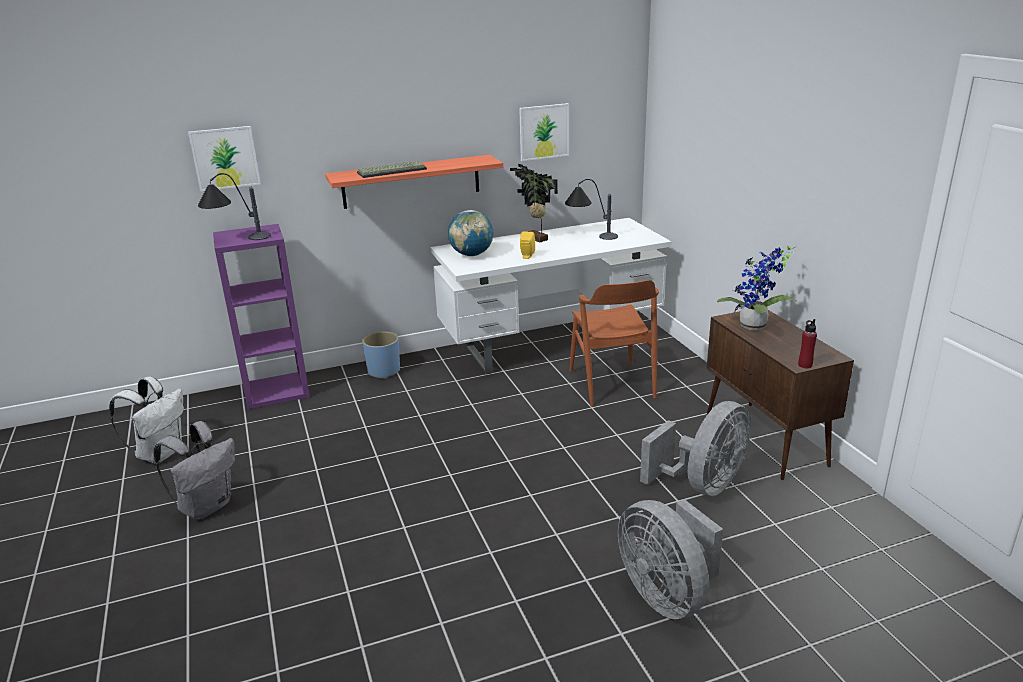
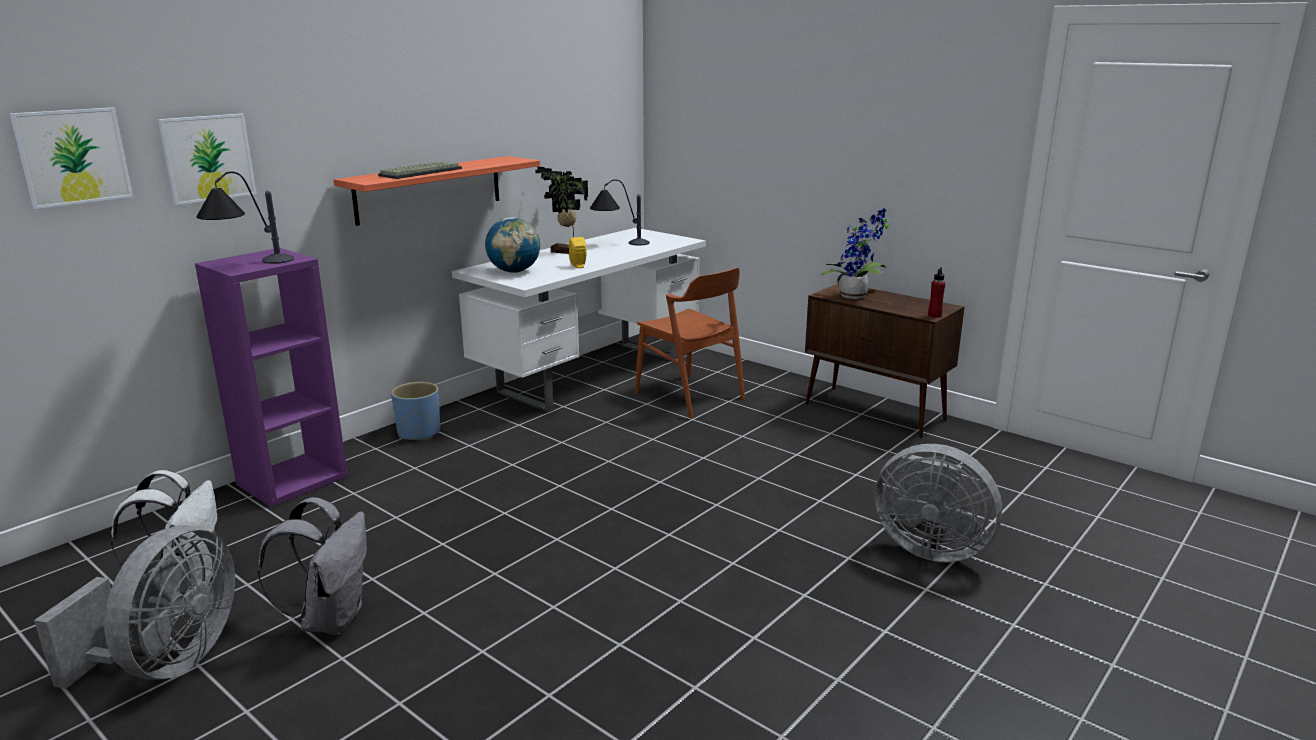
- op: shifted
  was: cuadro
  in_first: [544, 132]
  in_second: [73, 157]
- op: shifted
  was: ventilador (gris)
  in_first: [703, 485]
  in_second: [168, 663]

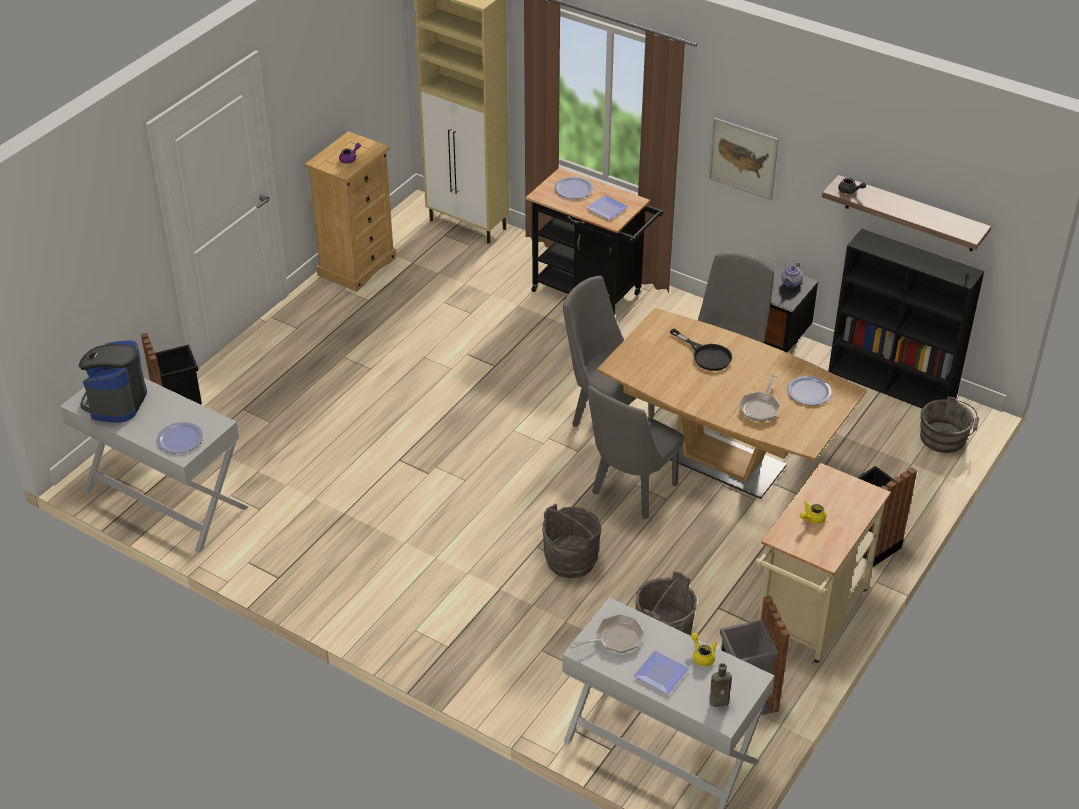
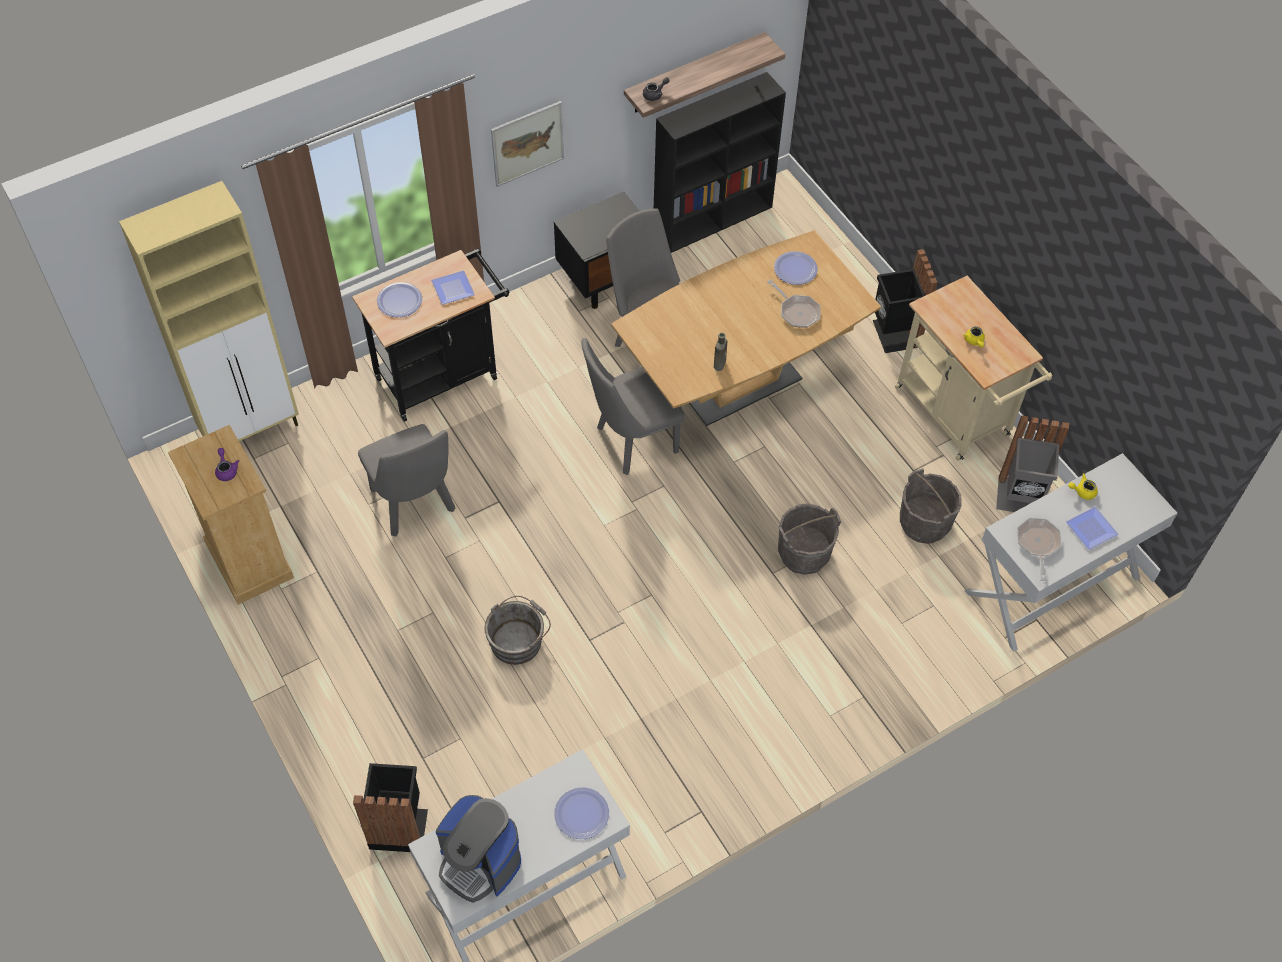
- op: shifted
  was: silla (gris)
  in_first: [631, 493]
  in_second: [415, 506]
- op: shifted
  was: cubo (gris)
  in_first: [945, 438]
  in_second: [518, 640]
- op: shifted
  was: botella (marrón)
  in_first: [720, 701]
  in_second: [720, 363]
- op: gone
  was: sartén (negro)
  in_first: [706, 355]
- op: gone
  was: tetera
  in_first: [791, 283]

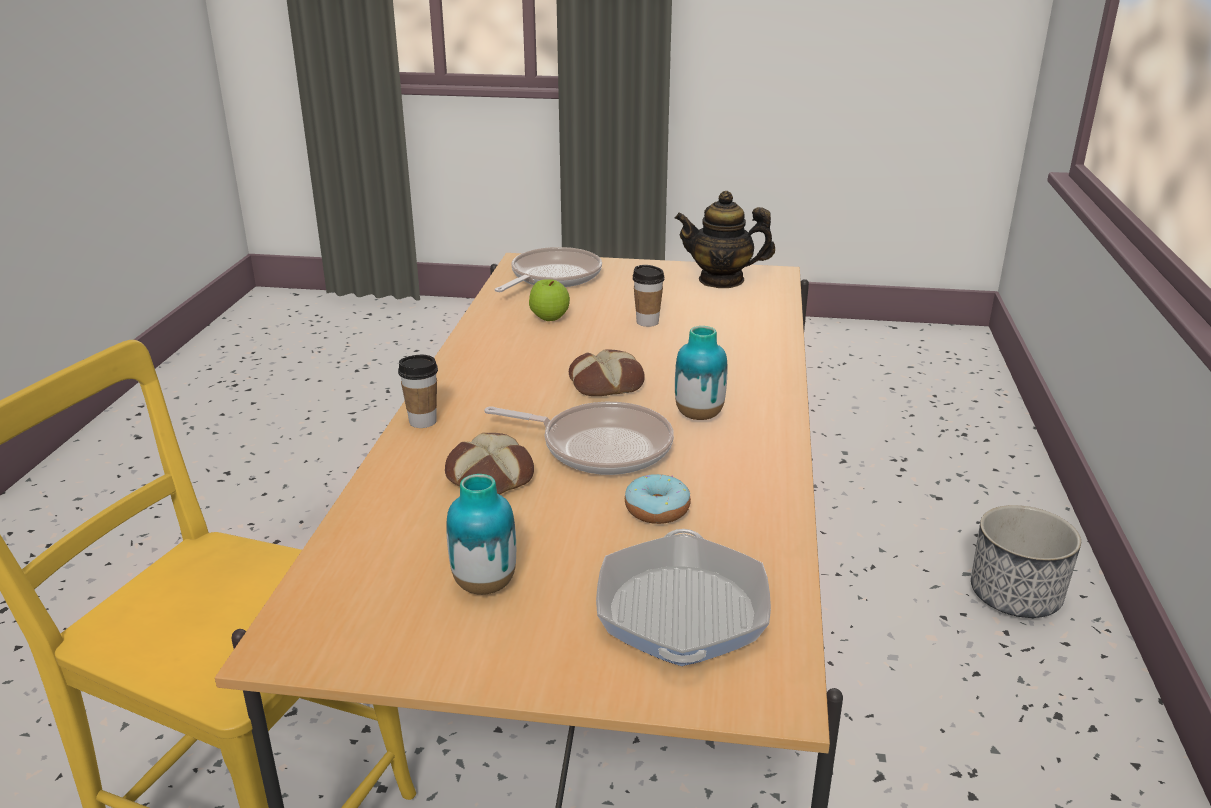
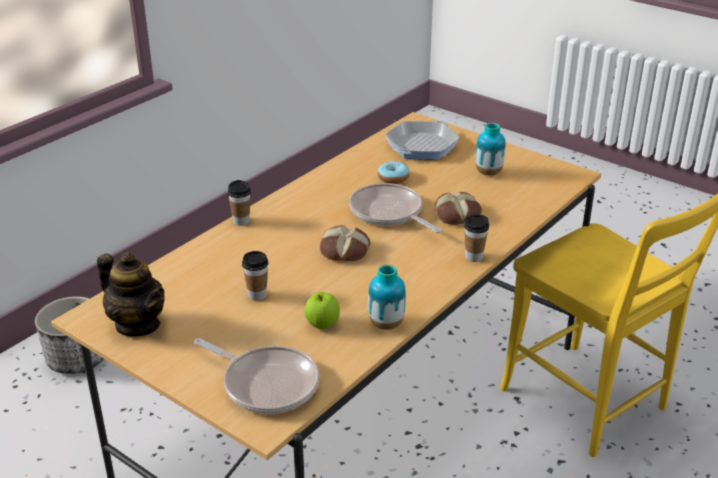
- op: rotated
  was: sartén
  in_first: [552, 277]
  in_second: [266, 383]
  clockwise: -120
- op: new
  now: taza
  in_second: [241, 221]
- op: shifted
  was: florero
  in_first: [699, 415]
  in_second: [386, 324]

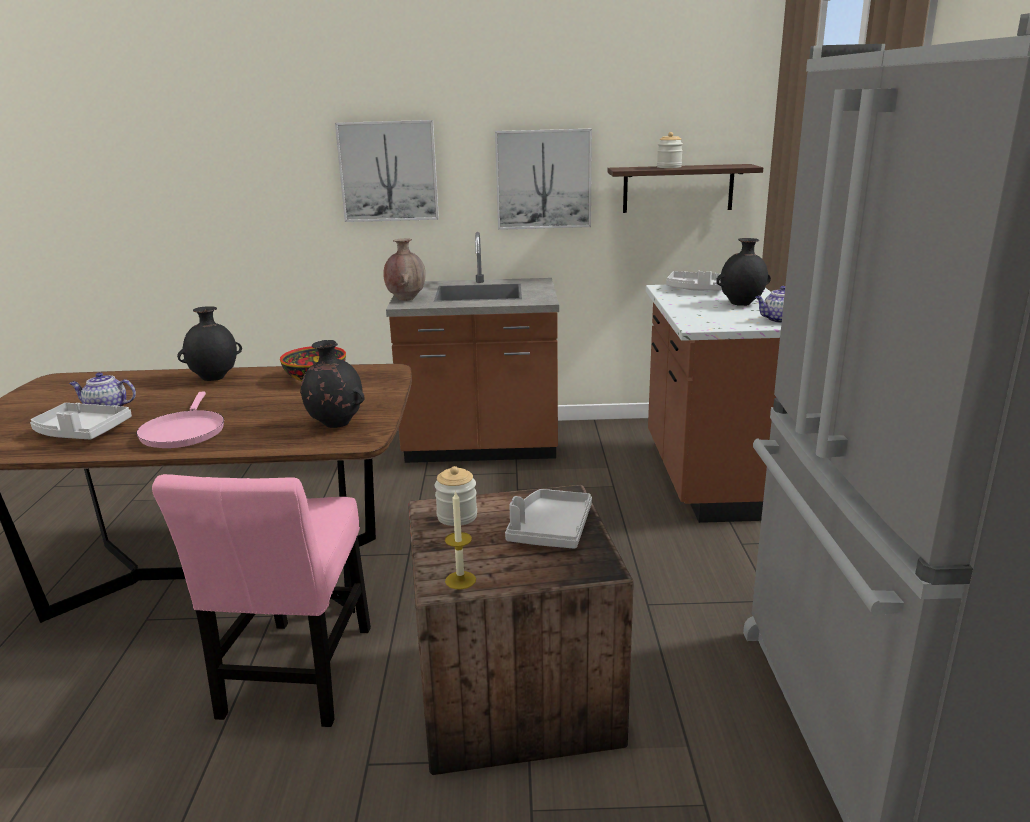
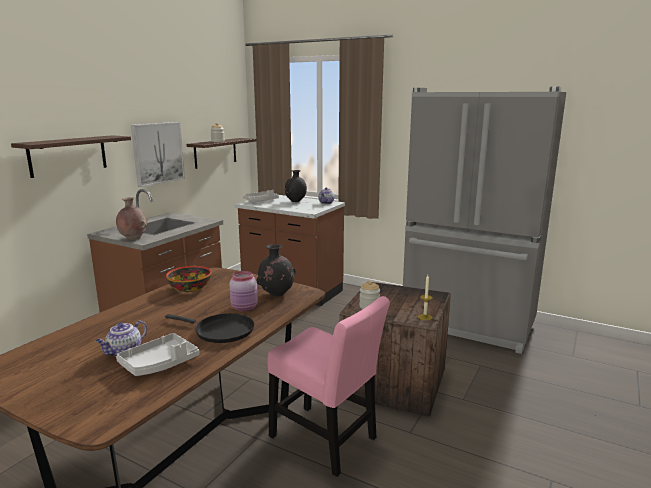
- op: swapped
  was: cuadro
  now: estante
  in_first: [388, 171]
  in_second: [68, 155]
- op: repainted
  was: sartén (rosa)
  now: sartén (negro)
  in_first: [183, 432]
  in_second: [221, 331]
- op: new
  now: tarro (rosa)
  in_second: [245, 308]
- op: gone
  was: florero (negro)
  in_first: [215, 378]
- op: gone
  was: bandeja (gris)
  in_first: [550, 530]

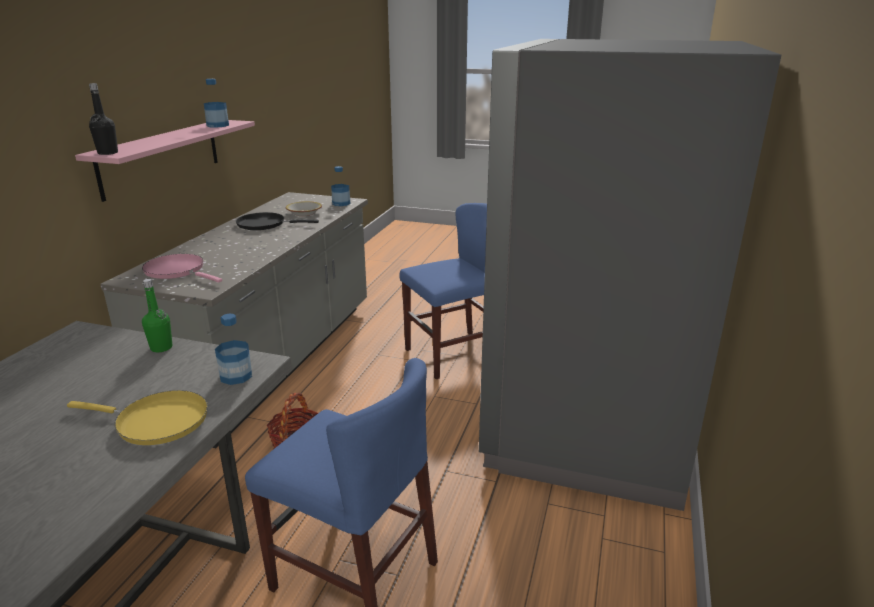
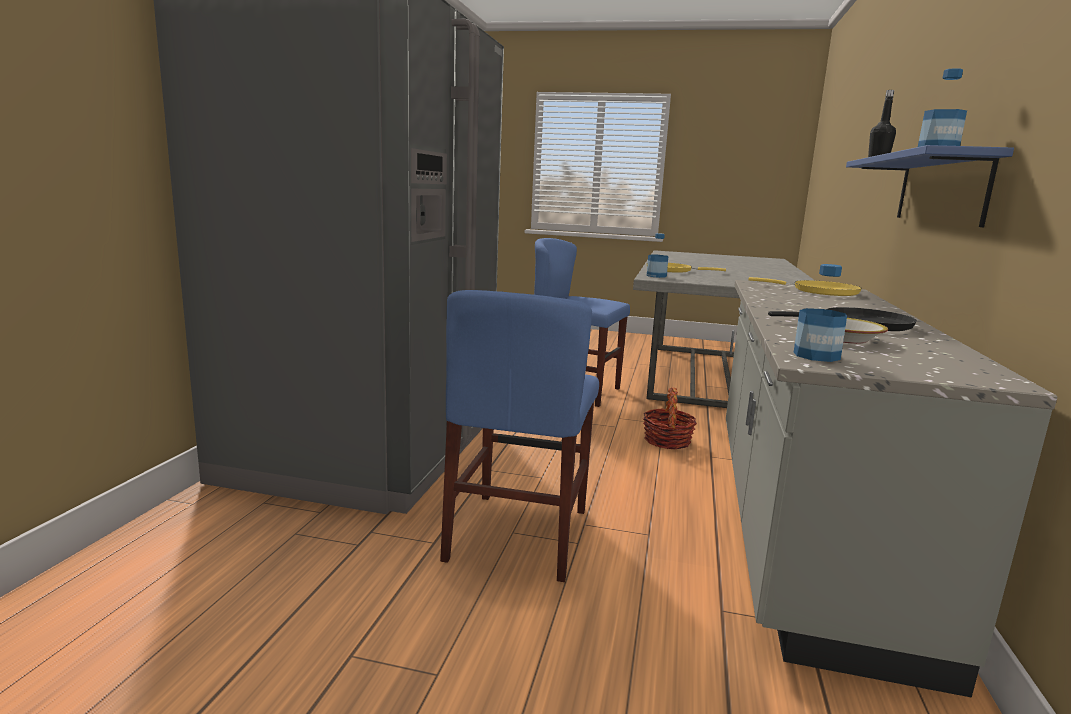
- op: rotated
  was: silla (azul)
  in_first: [454, 354]
  in_second: [519, 534]
  clockwise: -45
- op: repainted
  was: sartén (rosa)
  now: sartén (amarillo)
  in_first: [177, 271]
  in_second: [820, 291]
- op: repainted
  was: estante (rosa)
  now: estante (azul)
  in_first: [161, 157]
  in_second: [940, 189]
- op: gone
  was: botella (verde)
  in_first: [161, 348]

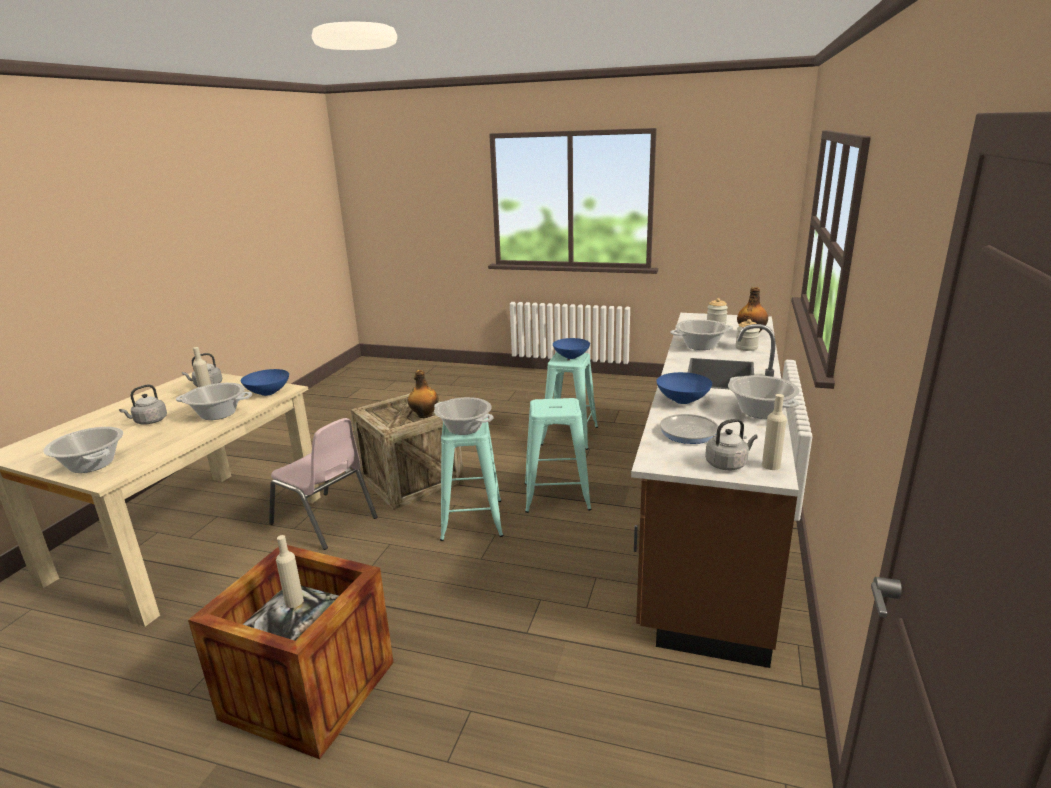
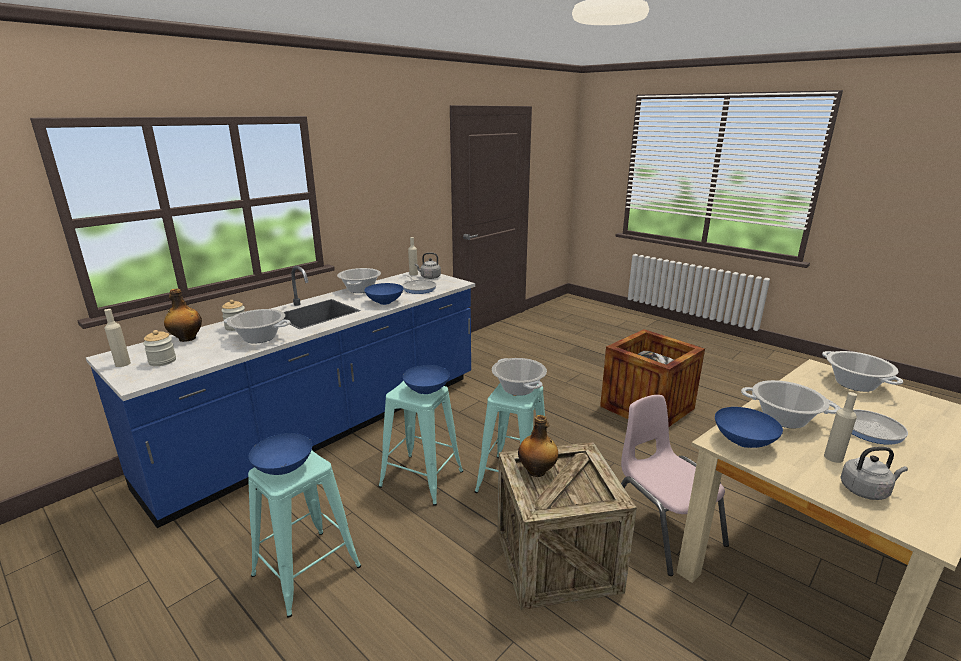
- op: repainted
  was: mueble bajo de cocina (marrón)
  now: mueble bajo de cocina (azul)
  in_first: [708, 510]
  in_second: [329, 428]
- op: shifted
  was: botella (beis)
  in_first: [294, 601]
  in_second: [123, 364]
- op: new
  now: cuenco (azul)
  in_second: [426, 390]
- op: swapped
  was: hervidor (gris)
  now: sartén
  in_first: [149, 421]
  in_second: [867, 428]

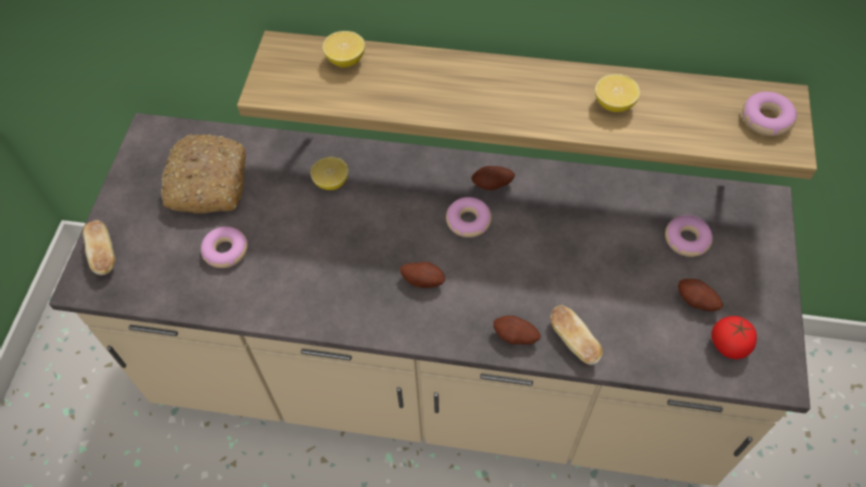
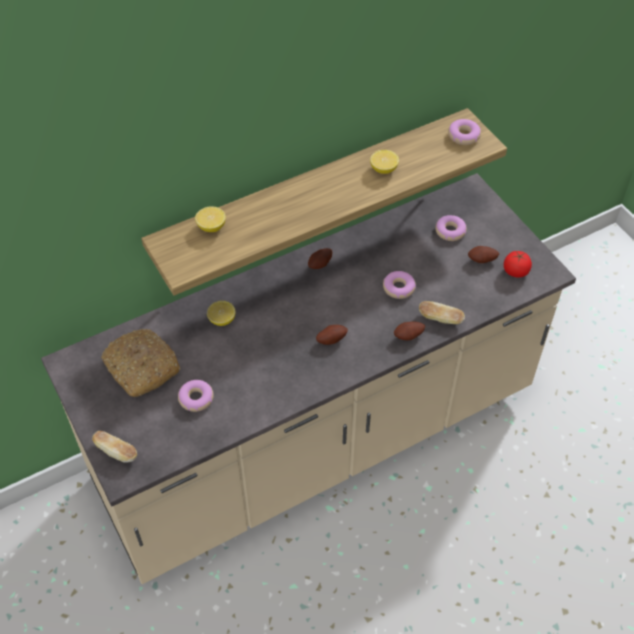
- op: shifted
  was: rosquilla
  in_first: [468, 221]
  in_second: [398, 288]

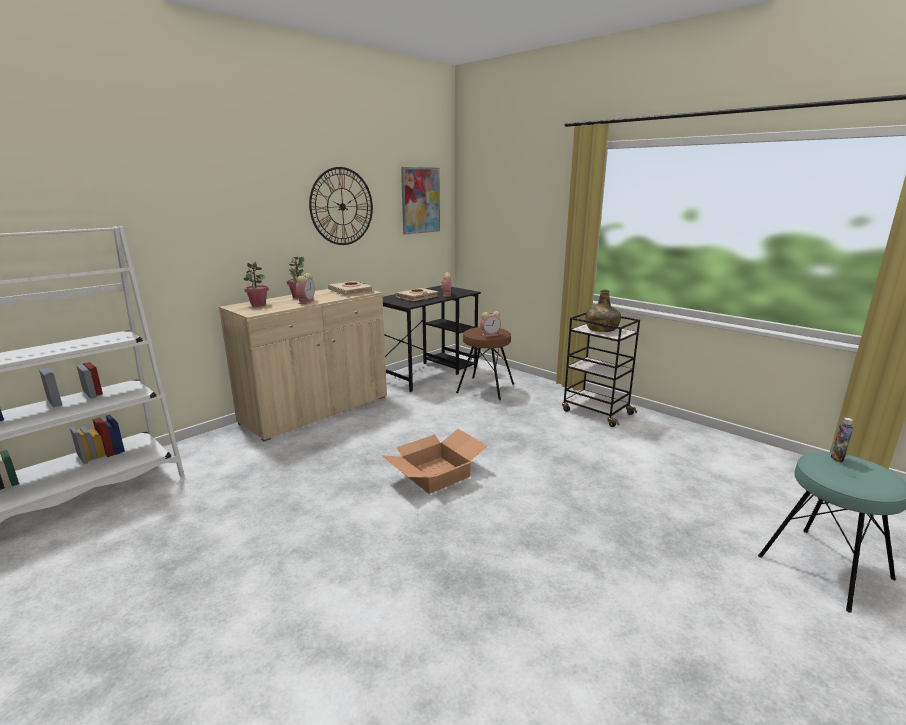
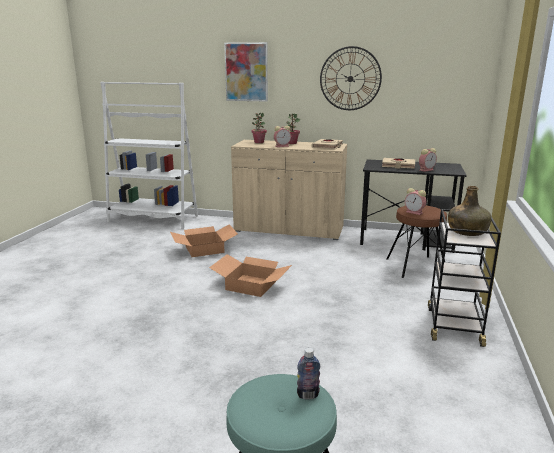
- op: new
  now: caja de cartón
  in_second: [205, 249]
- op: shifted
  was: cuadro
  in_first: [420, 200]
  in_second: [246, 72]

